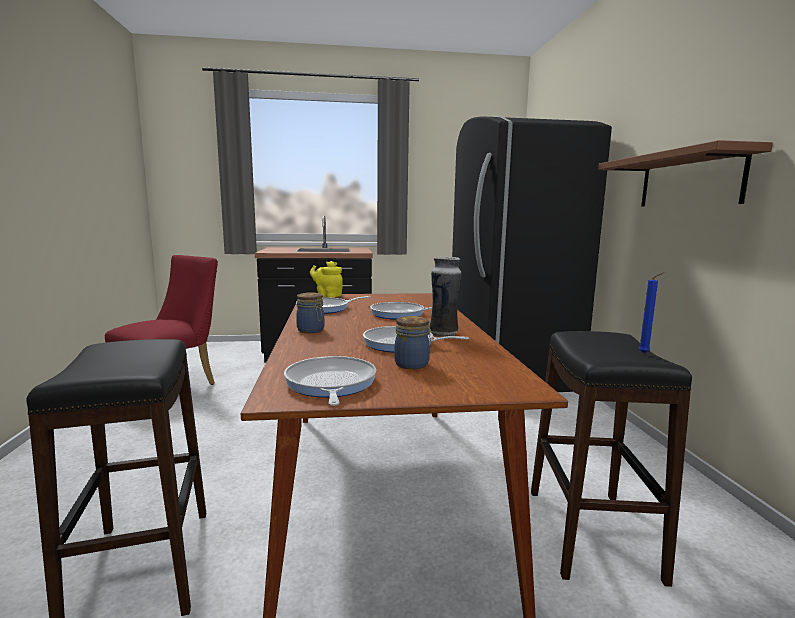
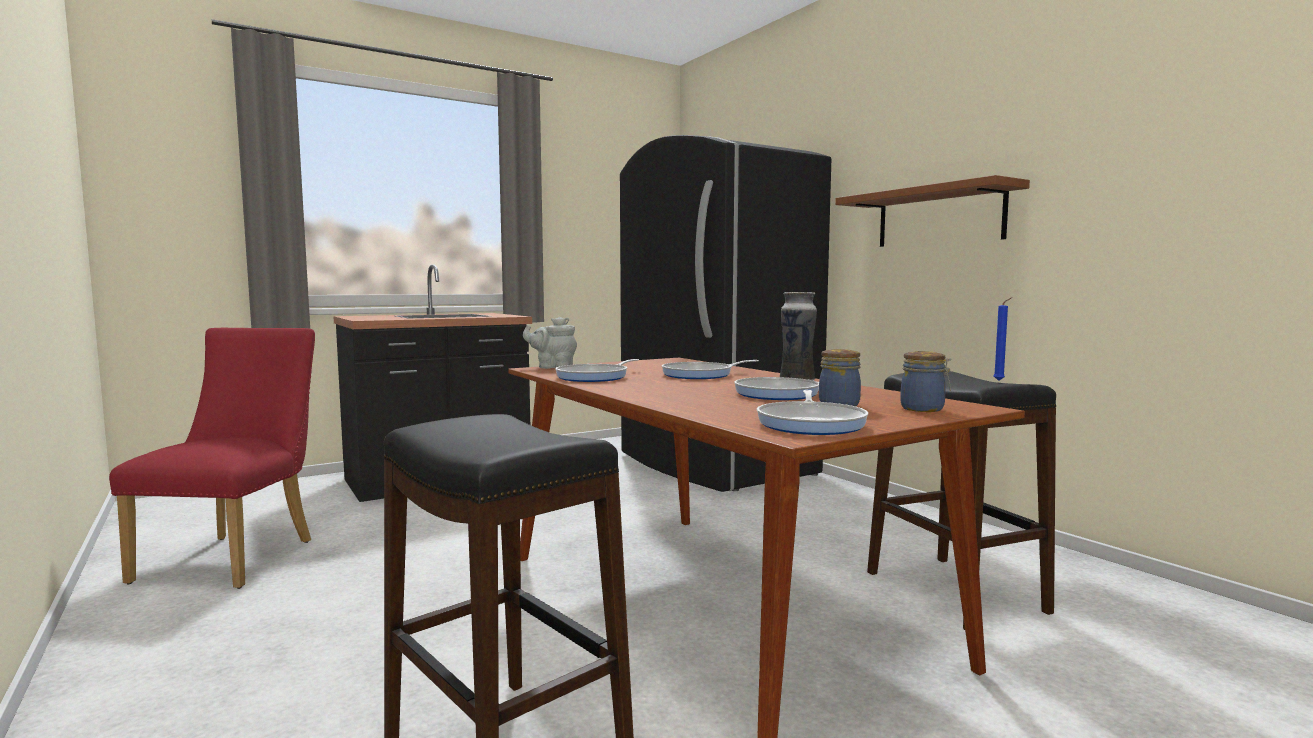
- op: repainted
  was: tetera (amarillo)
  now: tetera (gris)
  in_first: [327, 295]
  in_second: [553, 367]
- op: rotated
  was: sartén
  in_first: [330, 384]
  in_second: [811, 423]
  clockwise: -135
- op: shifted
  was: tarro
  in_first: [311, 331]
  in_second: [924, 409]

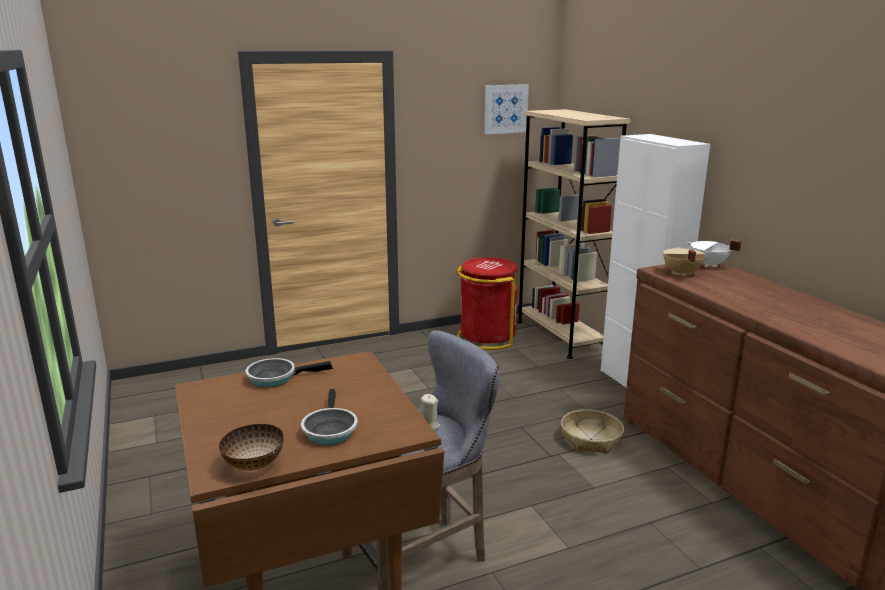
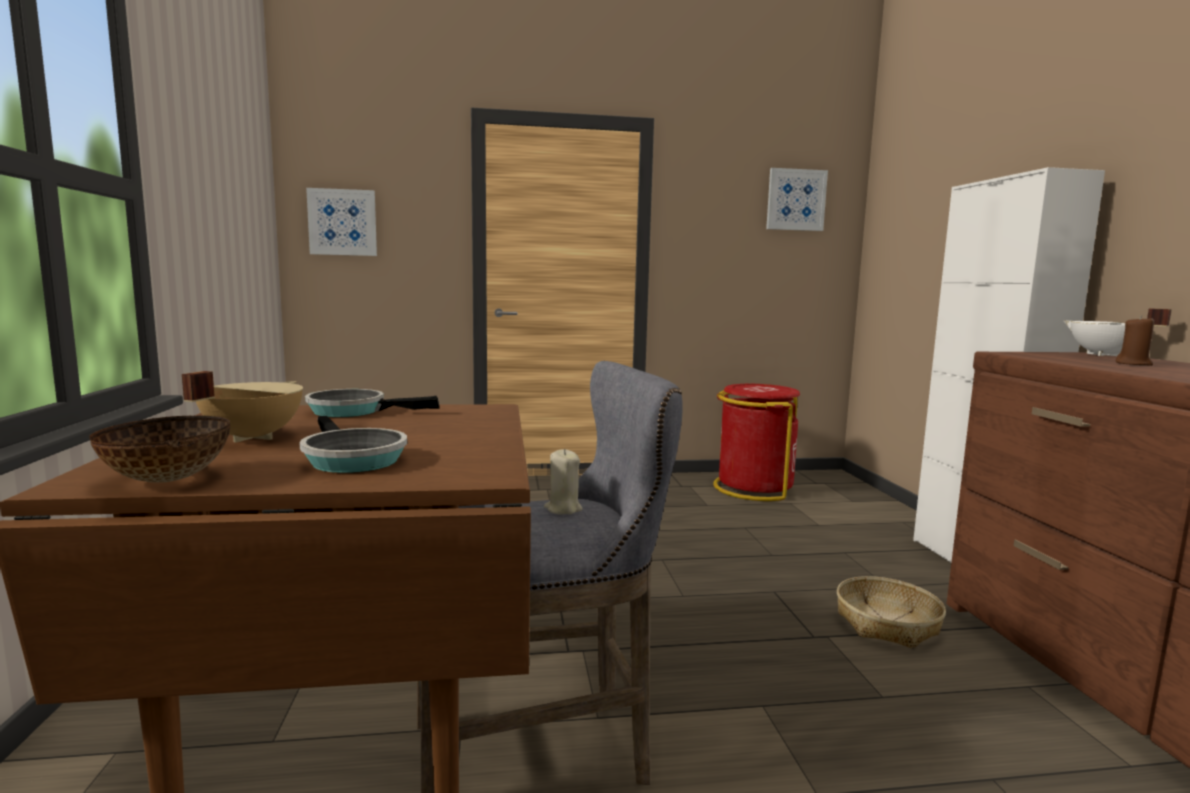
- op: shifted
  was: olla (beis)
  in_first: [681, 273]
  in_second: [251, 437]
- op: rotated
  was: sartén
  in_first: [329, 429]
  in_second: [351, 459]
  clockwise: -45
- op: new
  now: cuadro
  in_second: [342, 222]
- op: new
  now: vela (marrón)
  in_second: [1133, 364]
- op: gone
  was: estantería (beis)
  in_first: [560, 335]

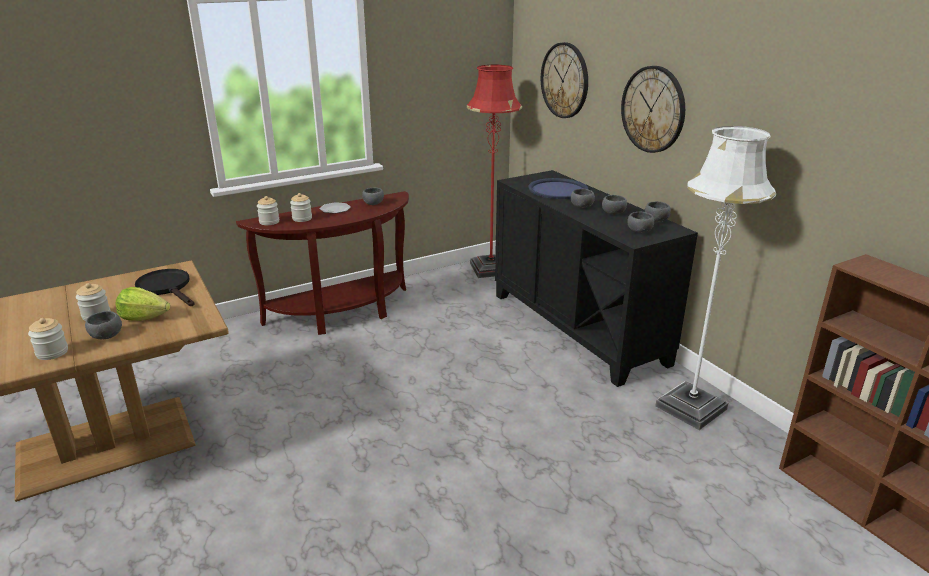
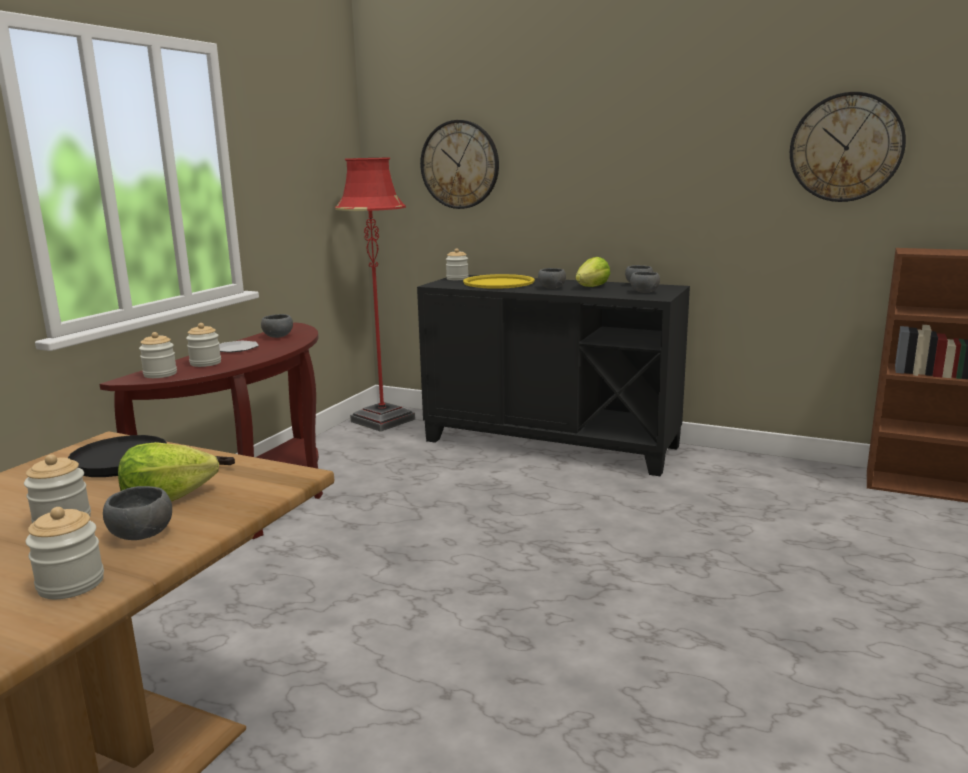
- op: new
  now: tarro
  in_second: [457, 279]
- op: repainted
  was: bandeja (azul)
  now: bandeja (amarillo)
  in_first: [558, 190]
  in_second: [498, 283]
- op: swapped
  was: cuenco (gris)
  now: lechuga
  in_first: [614, 213]
  in_second: [592, 287]
- op: shifted
  was: reloj de pared
  in_first: [653, 109]
  in_second: [846, 147]
- op: gone
  was: lámpara de pie (blanco)
  in_first: [691, 408]

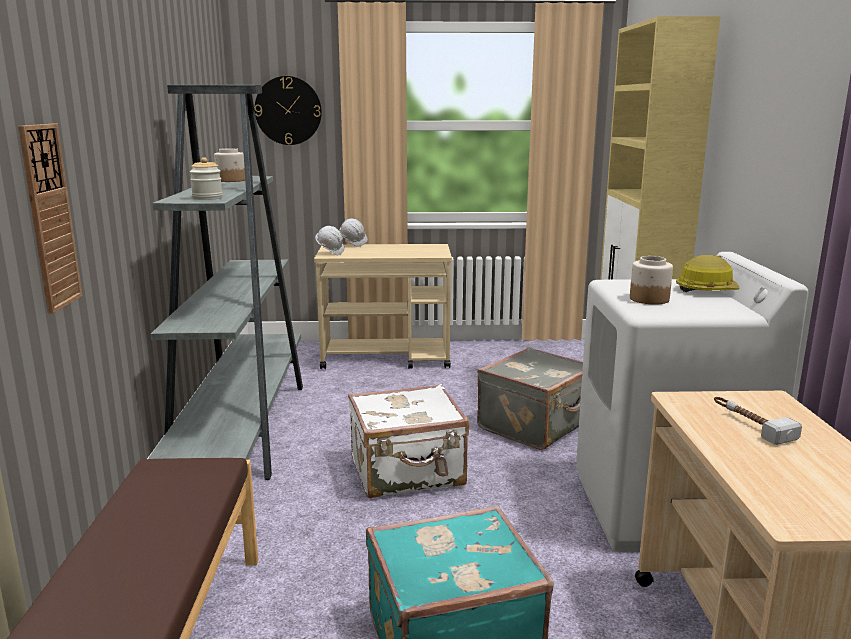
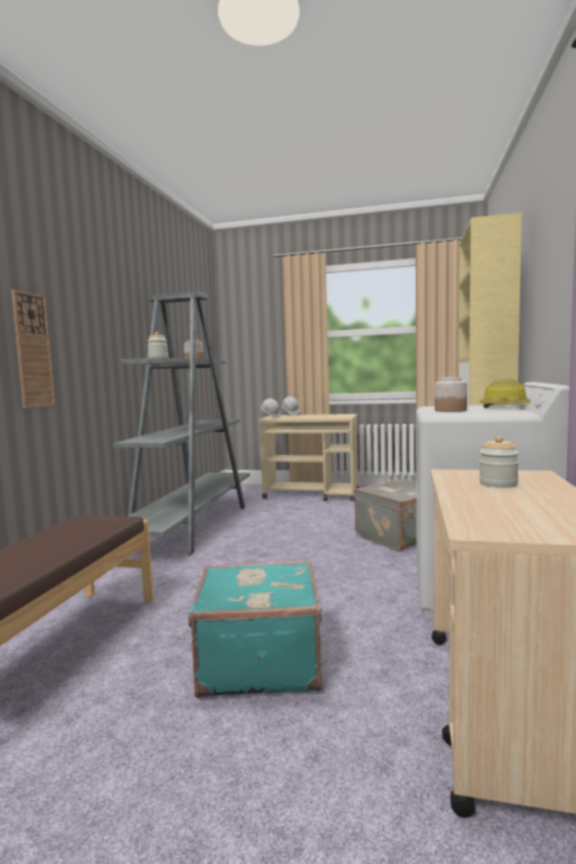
- op: swapped
  was: martillo
  now: tarro
  in_first: [749, 424]
  in_second: [498, 484]
- op: gone
  was: reloj de pared
  in_first: [288, 110]
- op: gone
  was: maleta (blanco)
  in_first: [408, 473]

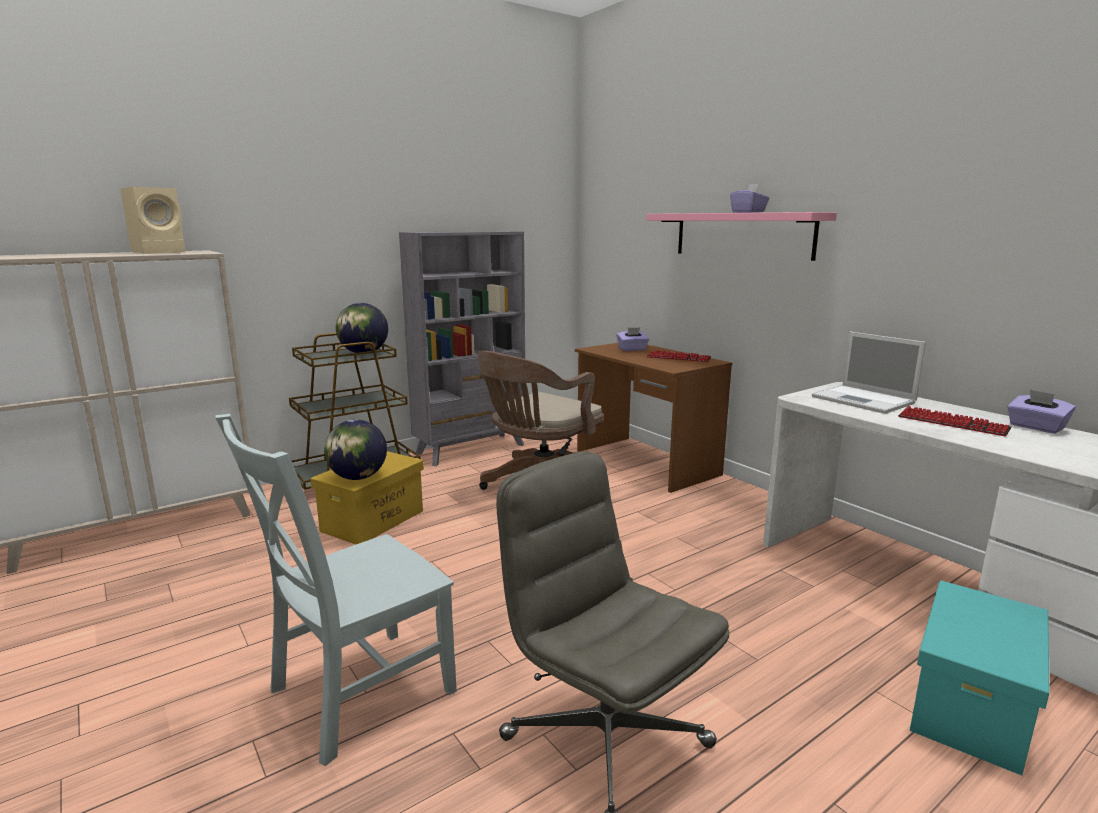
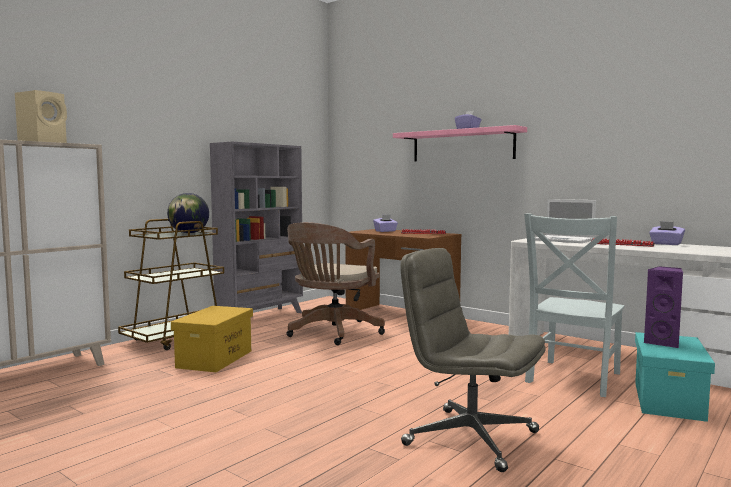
- op: shifted
  was: silla (gris)
  in_first: [355, 694]
  in_second: [572, 379]
- op: new
  now: altavoz (morado)
  in_second: [663, 342]
- op: gone
  was: globo terráqueo
  in_first: [358, 477]

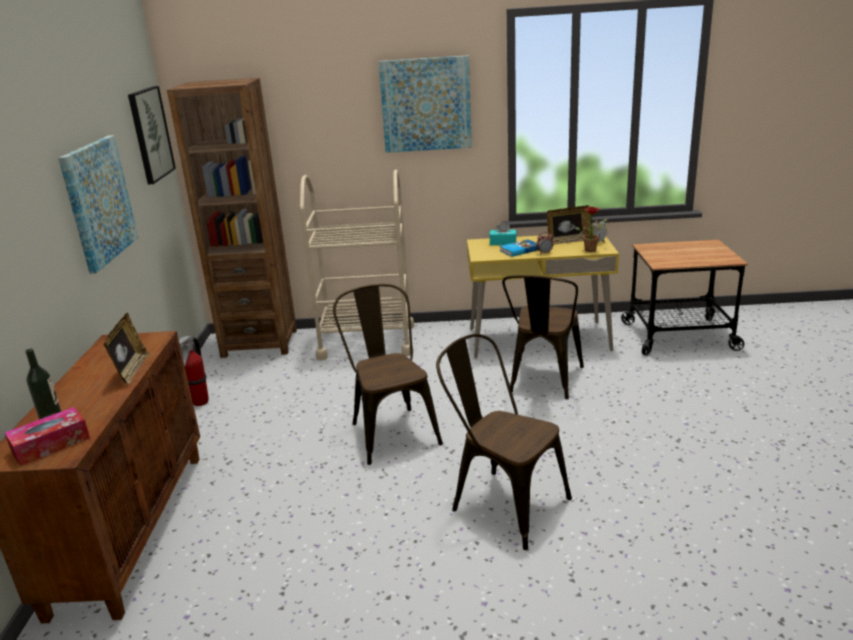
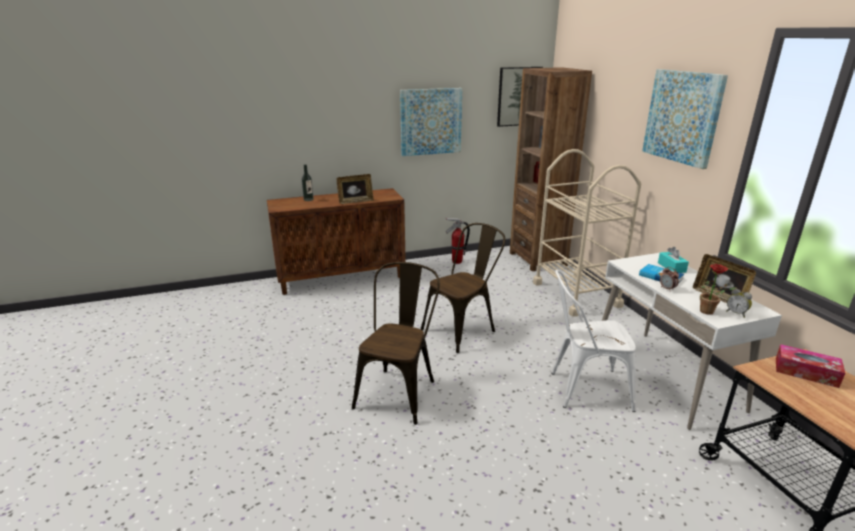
- op: repainted
  was: silla (marrón)
  now: silla (blanco)
  in_first: [543, 382]
  in_second: [583, 389]
- op: repainted
  was: escritorio (amarillo)
  now: escritorio (blanco)
  in_first: [538, 339]
  in_second: [664, 376]
- op: shifted
  was: caja de pañuelos
  in_first: [51, 444]
  in_second: [806, 372]

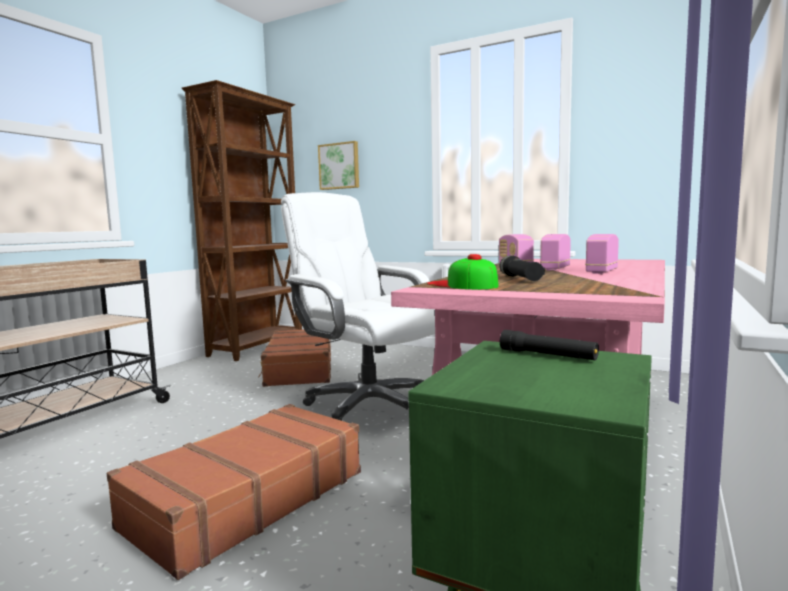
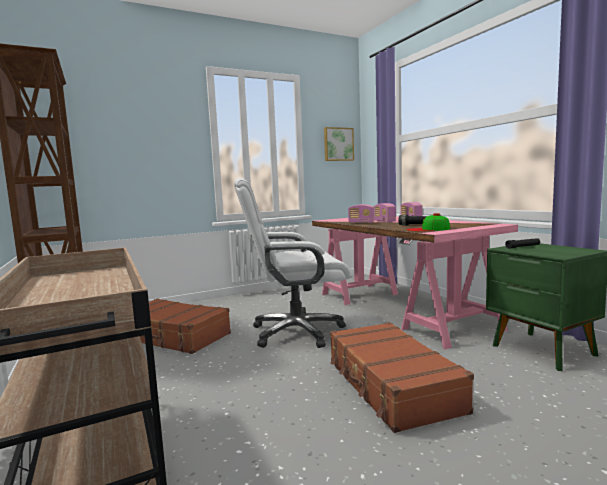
- op: shifted
  was: cuadro
  in_first: [339, 166]
  in_second: [338, 144]

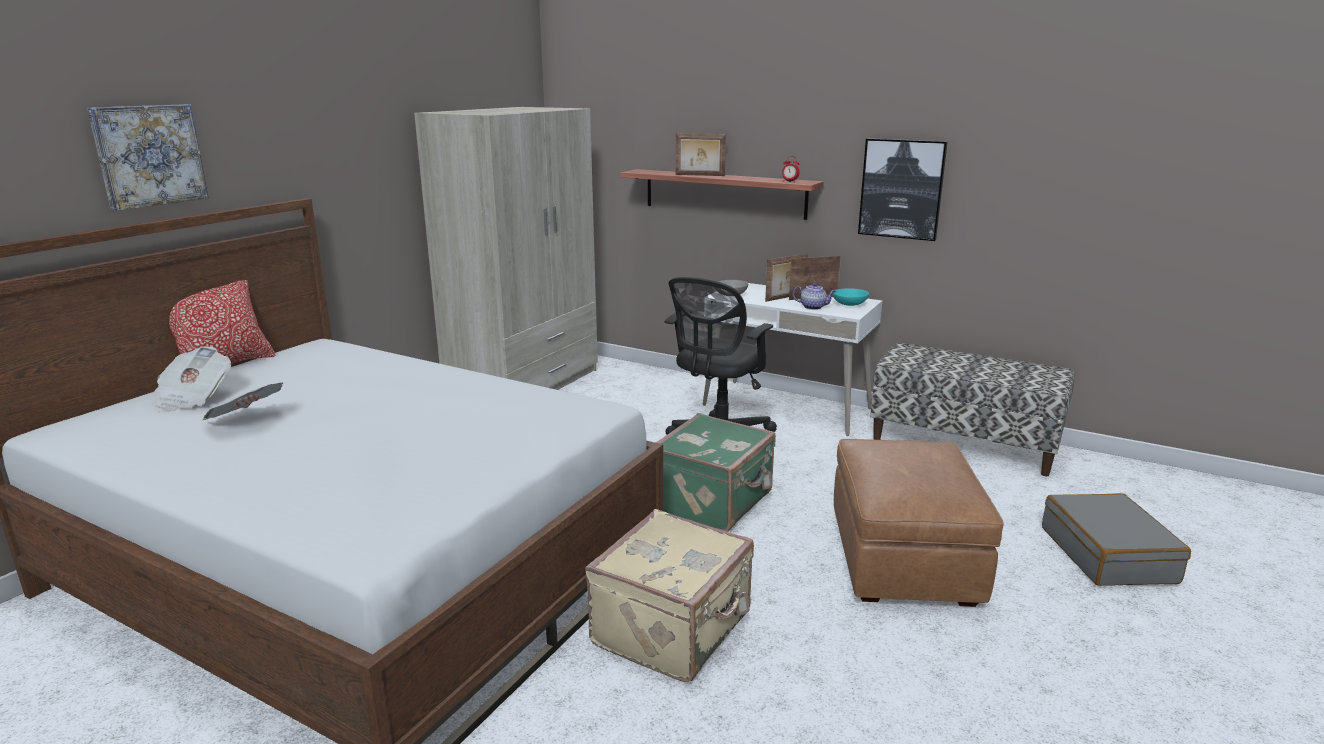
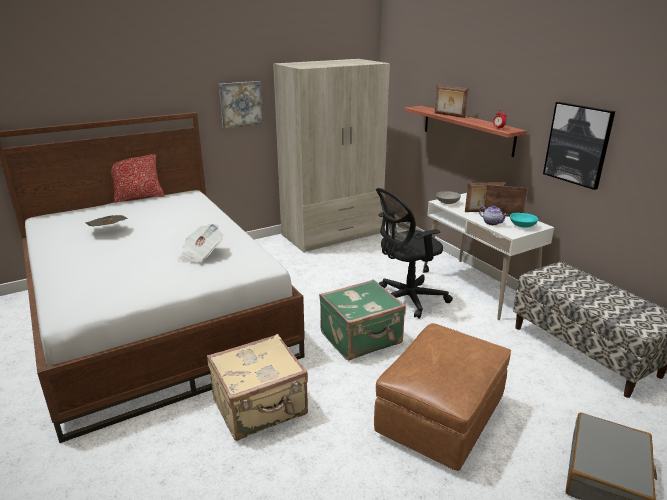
- op: shifted
  was: periódico
  in_first: [193, 398]
  in_second: [200, 255]
- op: shifted
  was: cuadro
  in_first: [149, 155]
  in_second: [241, 104]

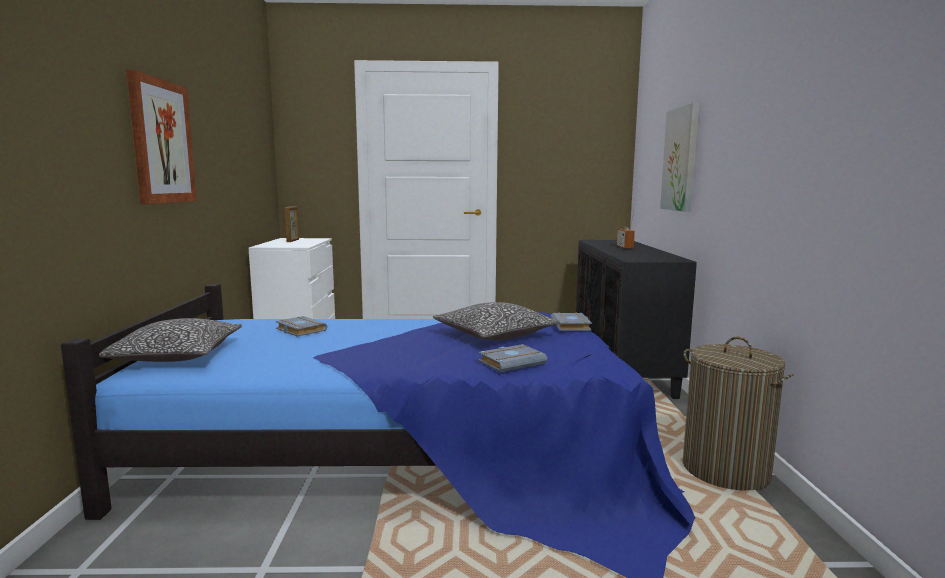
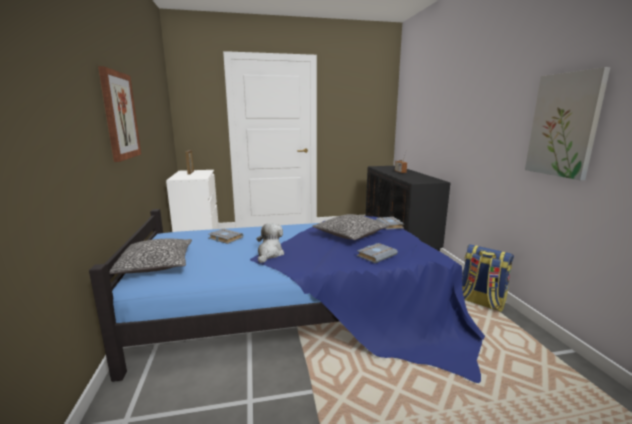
- op: new
  now: peluche
  in_second: [269, 254]
- op: swapped
  was: cesto de la ropa
  now: mochila
  in_first: [725, 470]
  in_second: [481, 302]
- op: shifted
  was: cuadro
  in_first: [681, 159]
  in_second: [564, 125]

